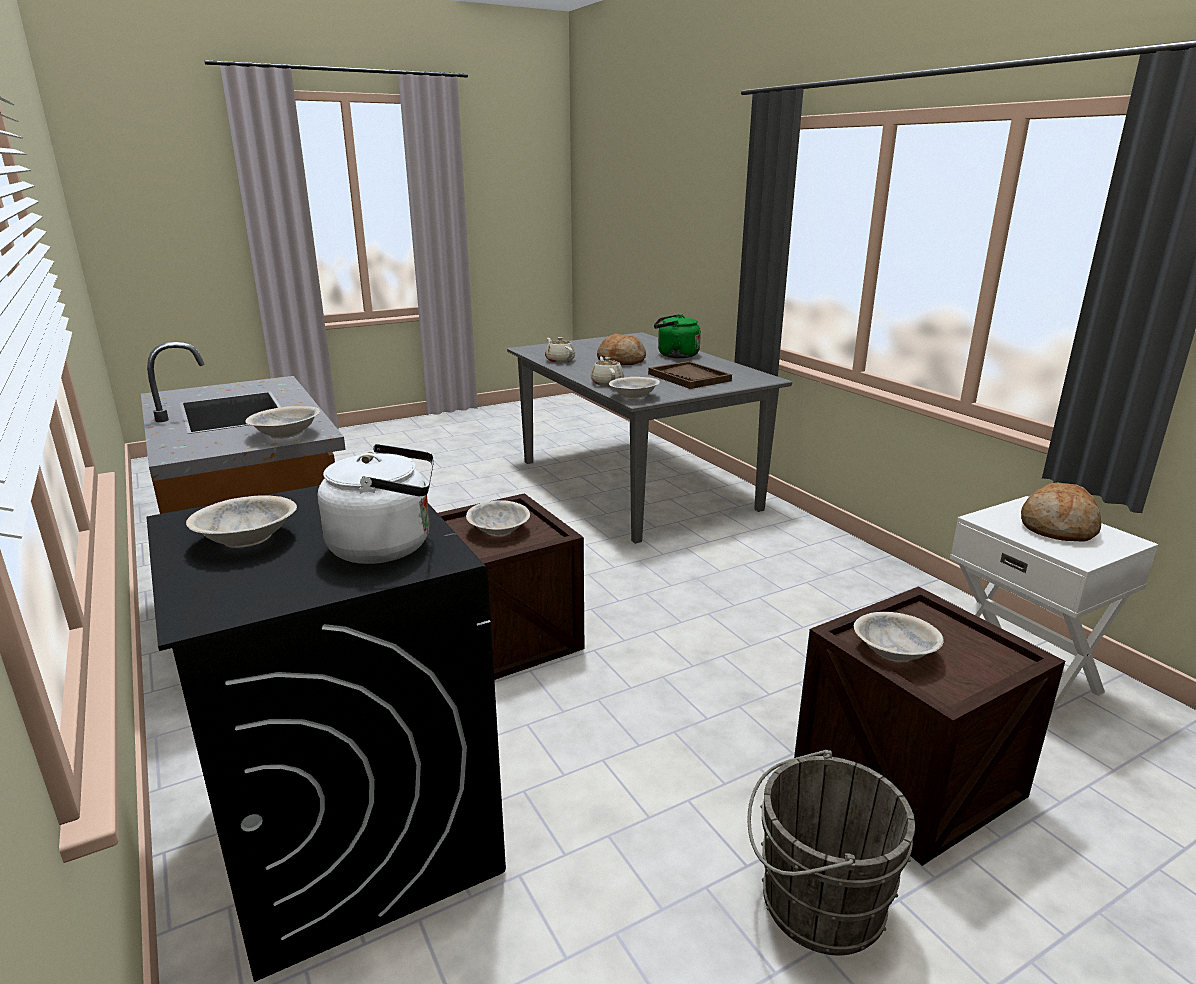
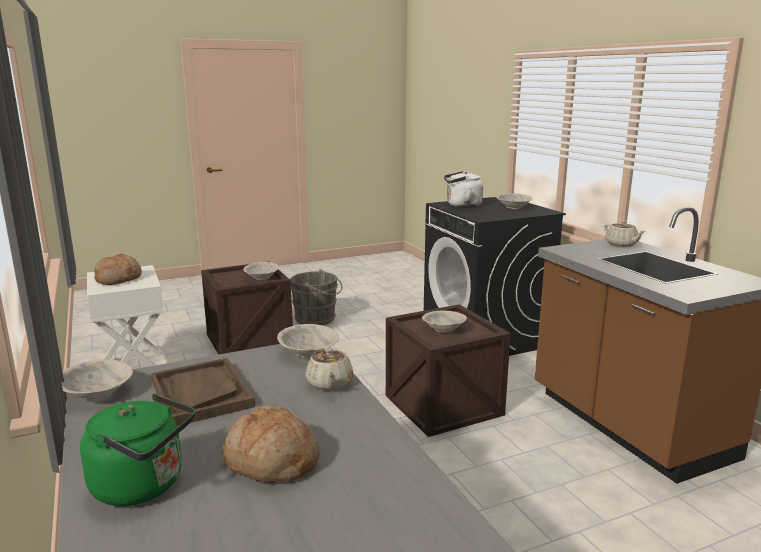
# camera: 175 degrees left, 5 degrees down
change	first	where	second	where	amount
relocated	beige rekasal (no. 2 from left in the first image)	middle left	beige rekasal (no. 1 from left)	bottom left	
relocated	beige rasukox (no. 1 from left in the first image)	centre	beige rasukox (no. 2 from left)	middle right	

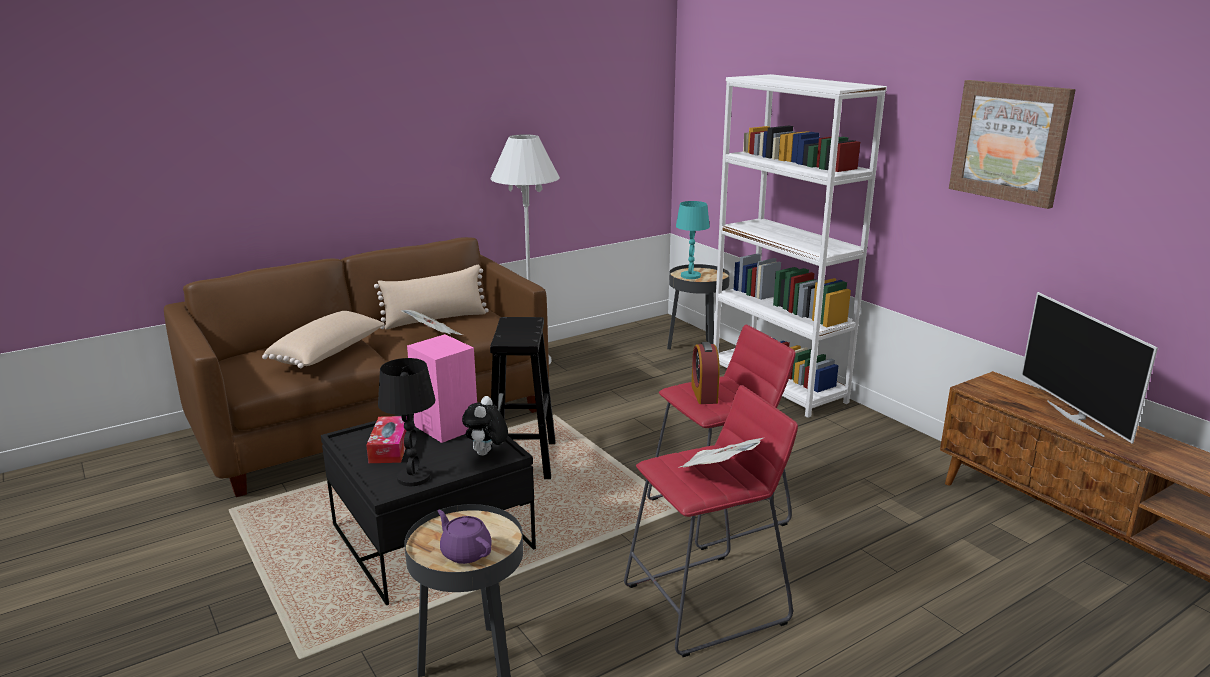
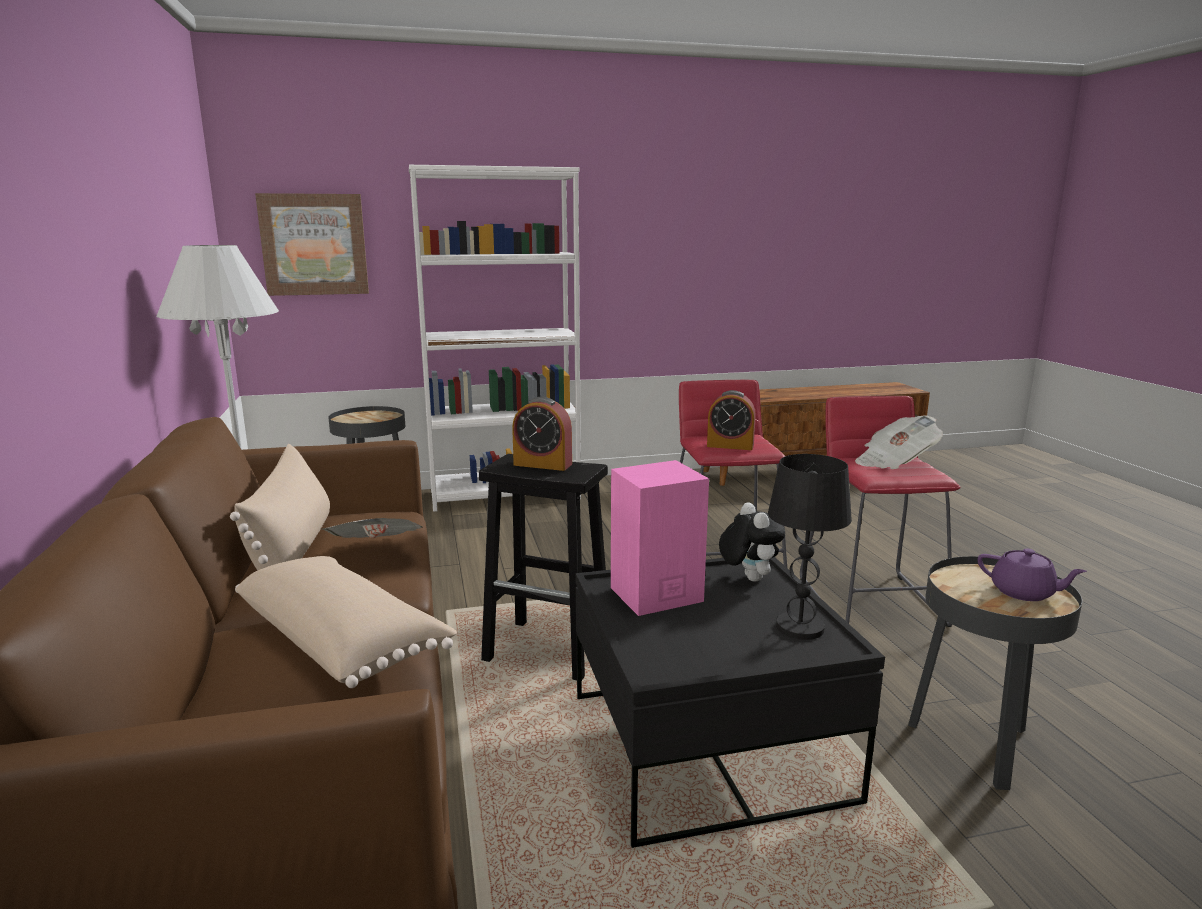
# camera: 70 degrees left, 5 degrees down
change	first	where	second	where	amount
relocated	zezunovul	top right		top left	
appeared			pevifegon (no. 1 from left)	centre	
spun	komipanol	centre		centre	135 degrees counterclockwise
spun	purple rasukox	bottom centre		middle right	120 degrees counterclockwise
missing	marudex	middle left			
missing	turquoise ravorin	centre			
missing	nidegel	middle right			

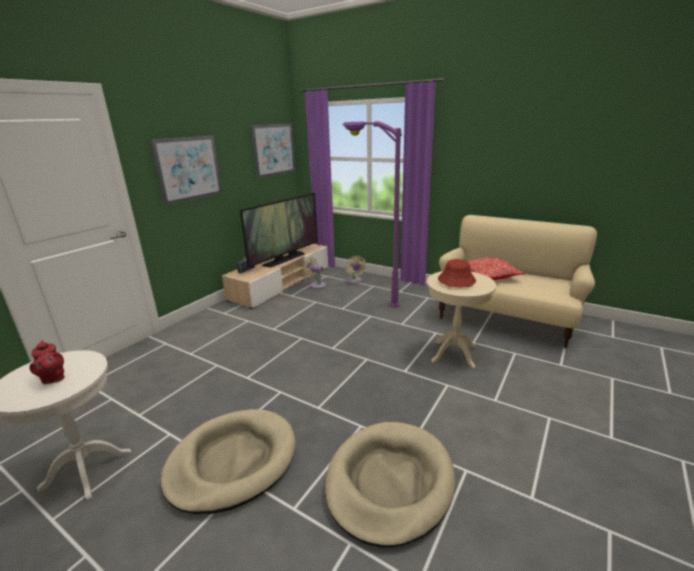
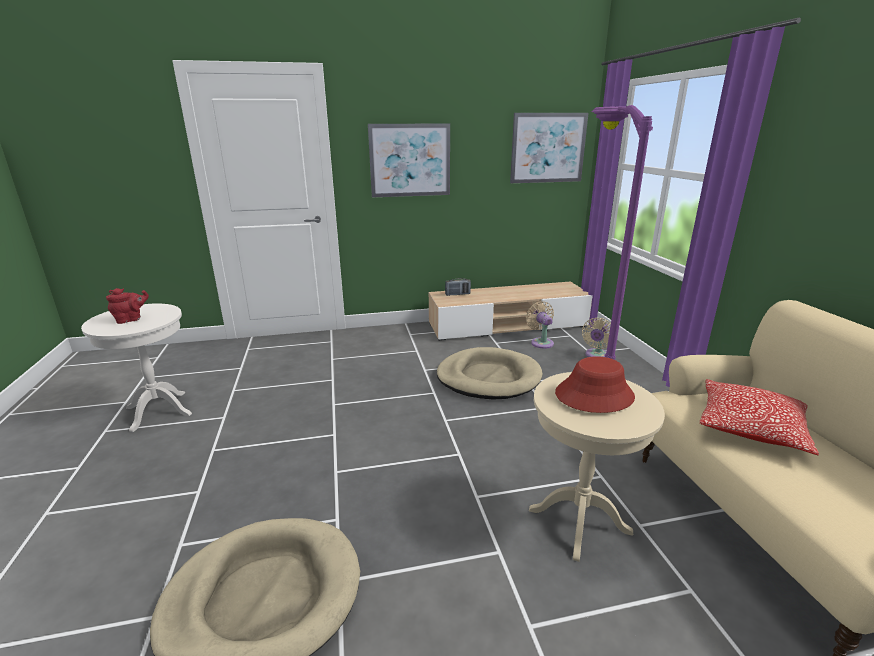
# camera: 45 degrees right, 0 degrees up
change	first	where	second	where	amount
spun	red rasukox	middle left		middle left	135 degrees counterclockwise
relocated	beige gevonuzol (no. 1 from left in the first image)	bottom left	beige gevonuzol (no. 2 from left)	centre	
missing	nidegel	centre			

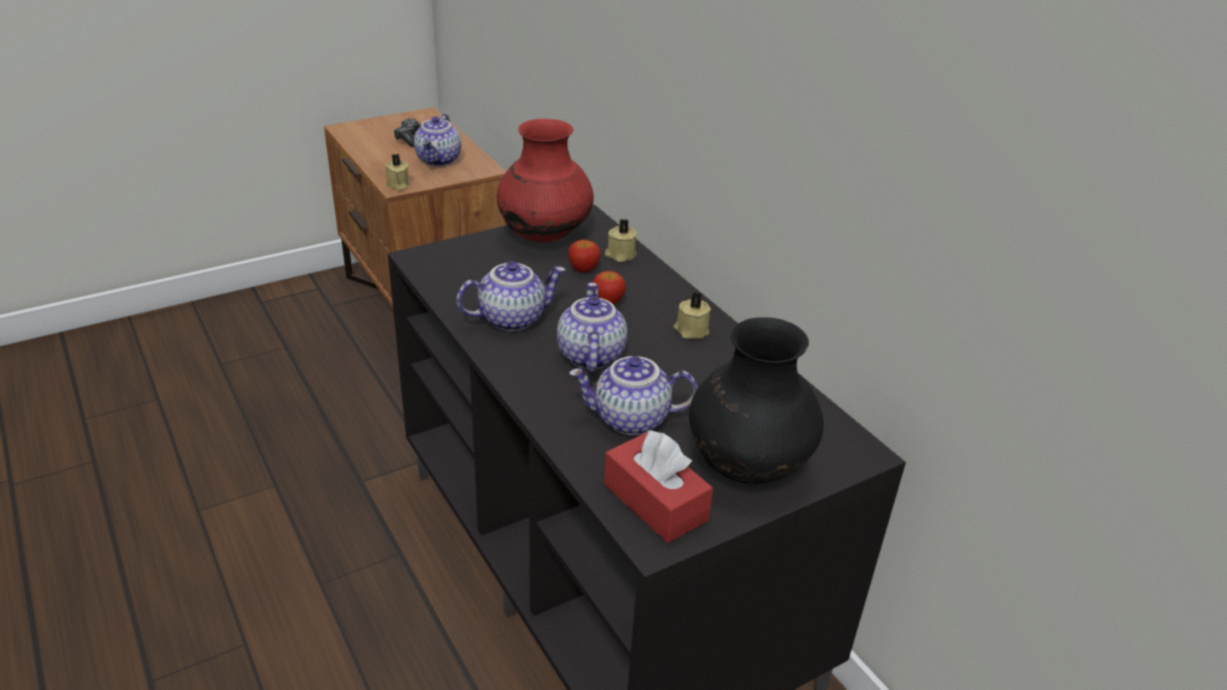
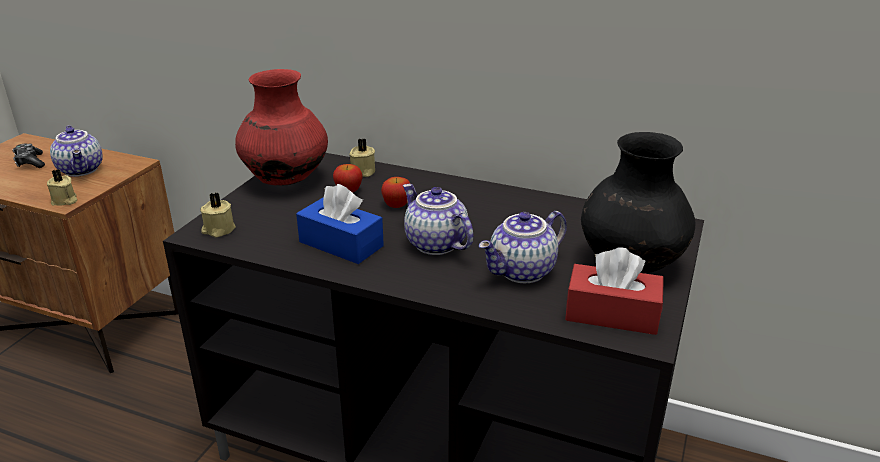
# camera: 35 degrees left, 5 degrees down
change	first	where	second	where	amount
relocated	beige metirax (no. 3 from left in the first image)	centre	beige metirax (no. 2 from left)	middle left	
exchanged	rasukox (no. 2 from left)	centre	blue marudex	centre	

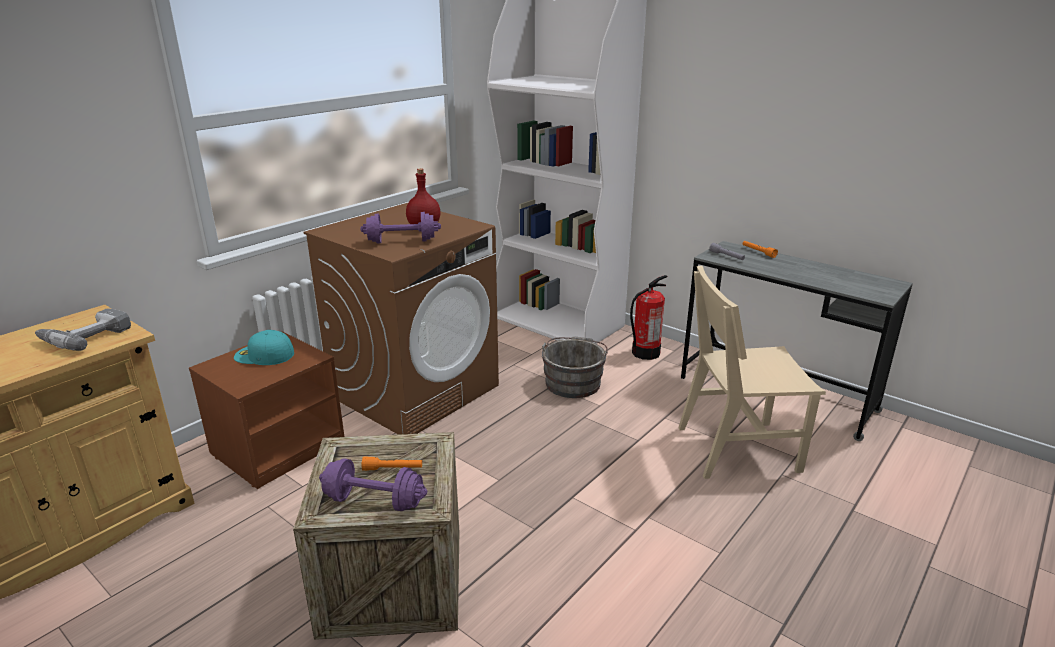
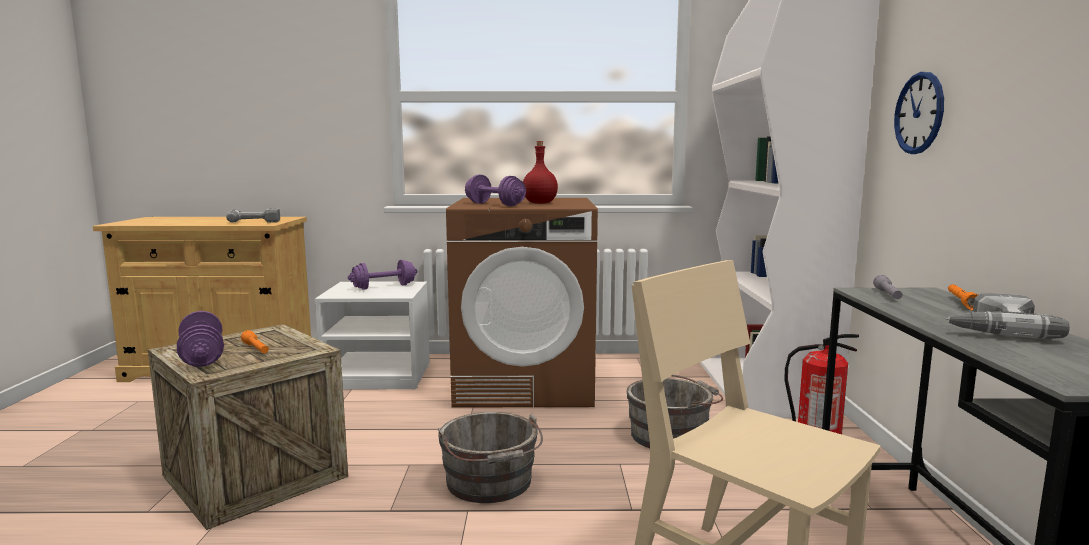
# camera: 50 degrees right, 15 degrees down
change	first	where	second	where	amount
colour	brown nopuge	middle left	white nopuge	centre	
exchanged	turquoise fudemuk	middle left	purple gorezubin (no. 2 from left)	centre	
appeared			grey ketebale (no. 1 from left)	bottom centre	
appeared			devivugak	top right	
appeared			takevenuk (no. 2 from left)	middle right	

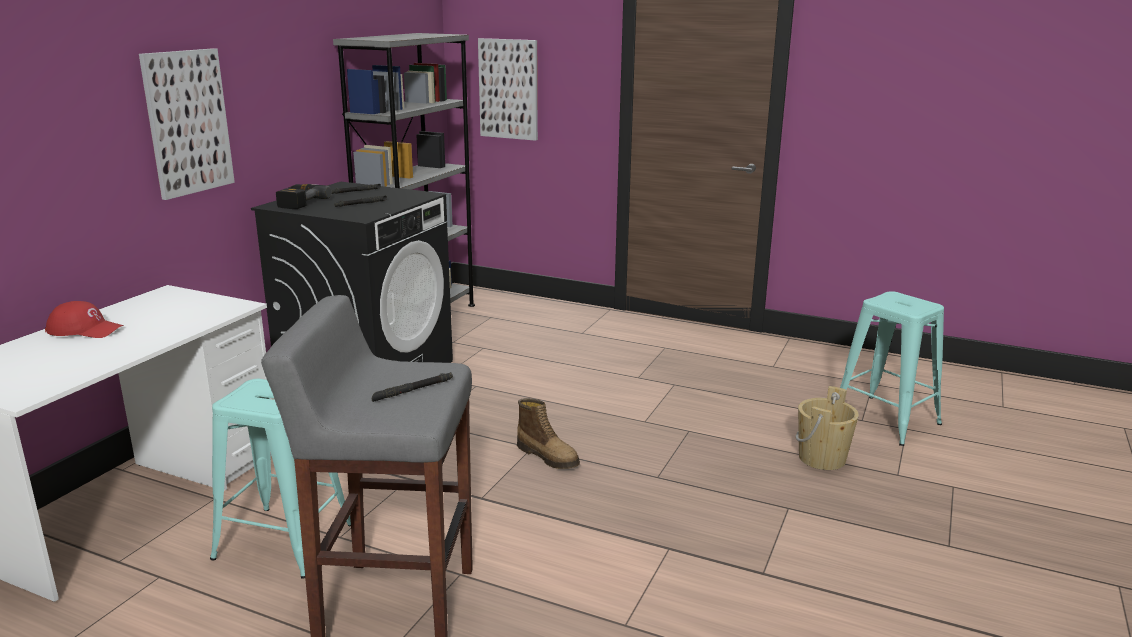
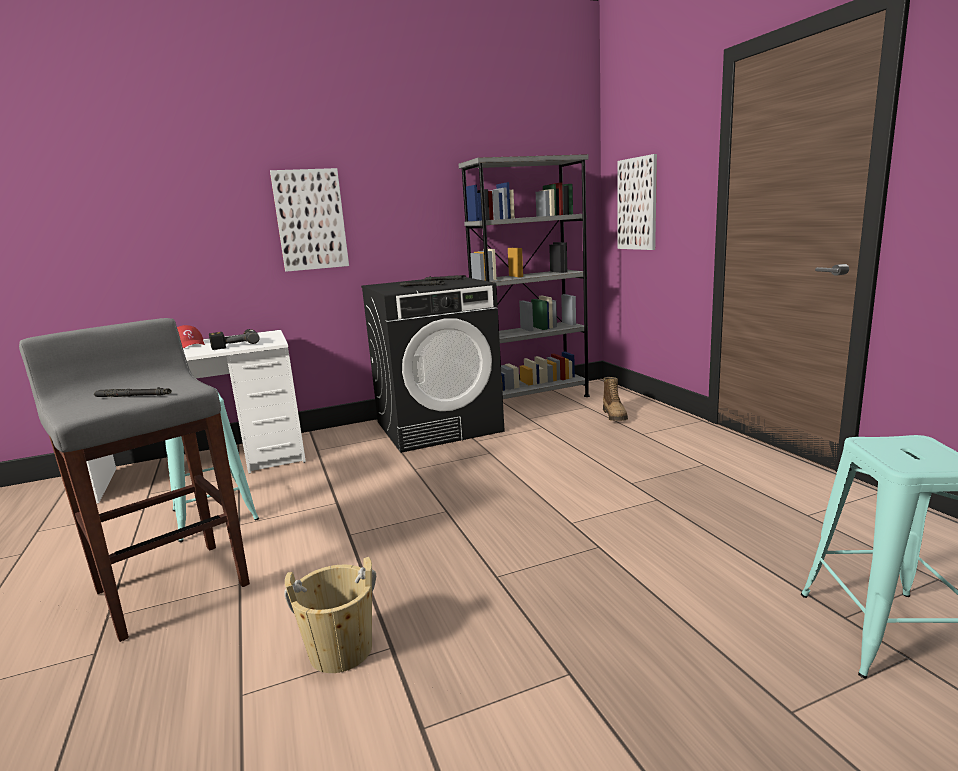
# camera: 45 degrees right, 5 degrees down
change	first	where	second	where	amount
relocated	takevenuk	top left		middle left	
relocated	beige ketebale	bottom right		bottom centre	
relocated	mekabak	bottom centre		centre	

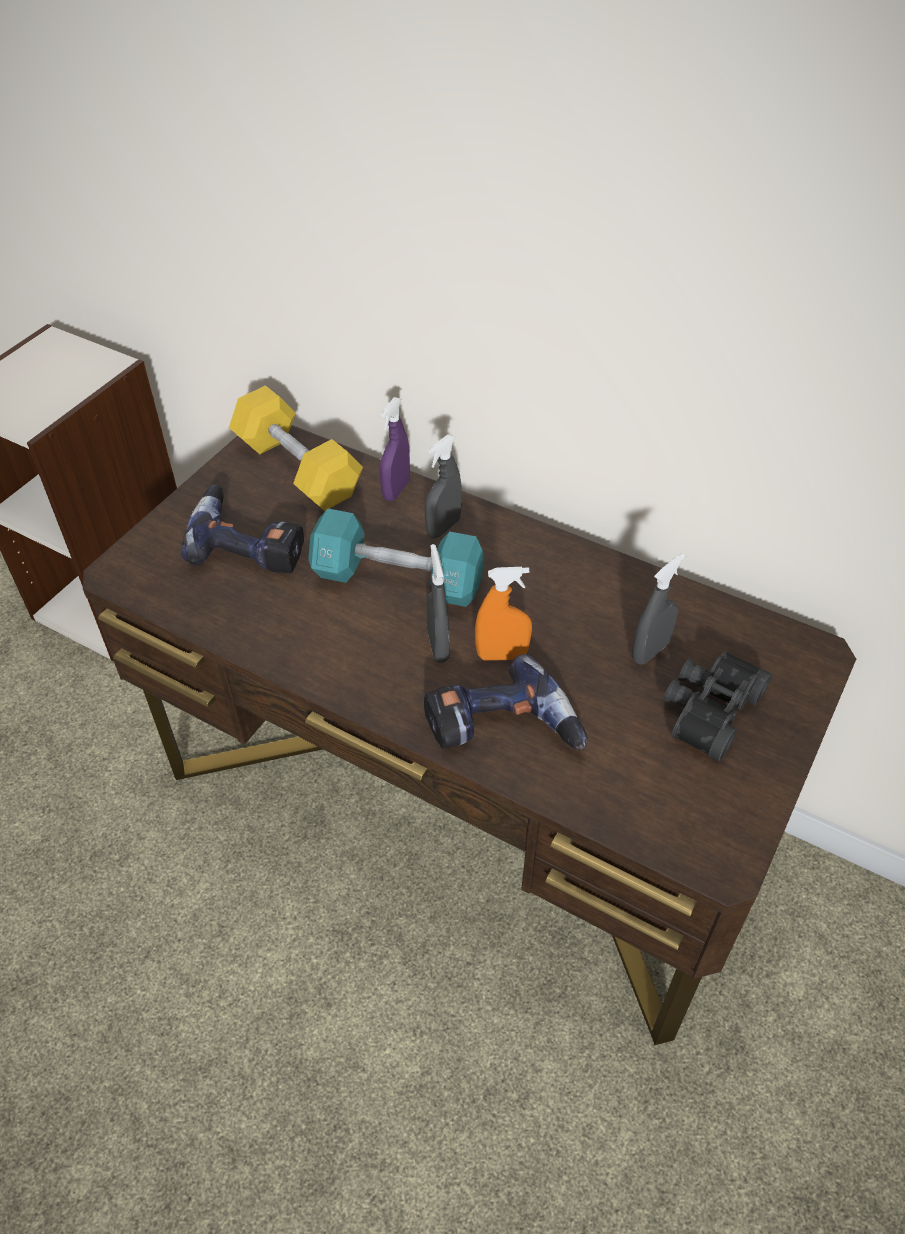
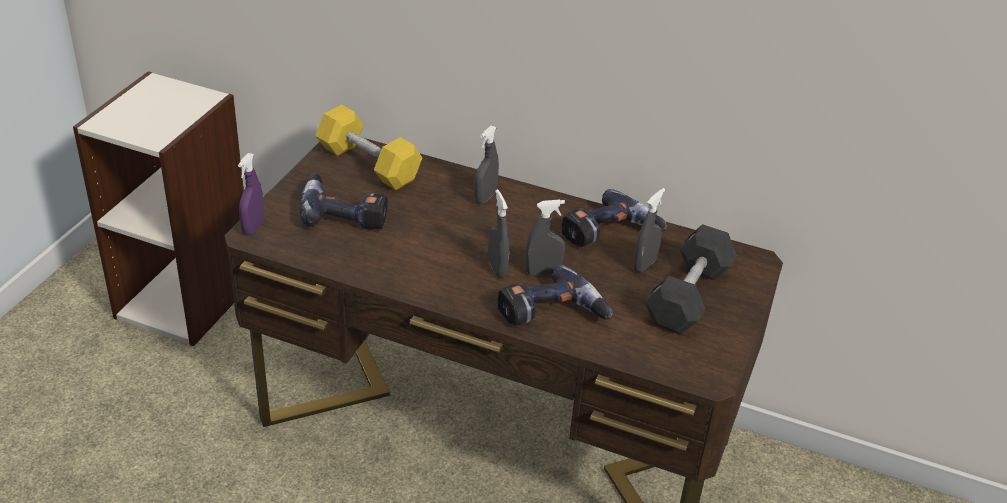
# camera: 10 degrees left, 10 degrees down
change	first	where	second	where	amount
relocated	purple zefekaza	centre		middle left	
colour	orange zefekaza	centre	grey zefekaza (no. 3 from left)	centre	
appeared			takevenuk (no. 3 from left)	centre	
exchanged	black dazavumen	middle right	black gorezubin	middle right	
missing	turquoise gorezubin	centre			

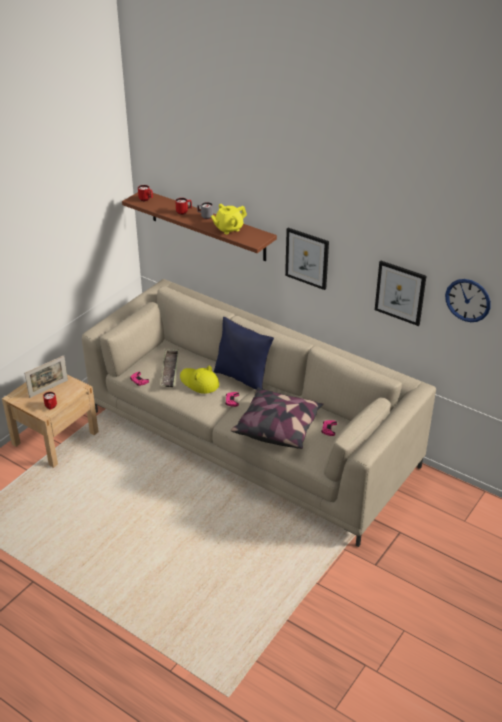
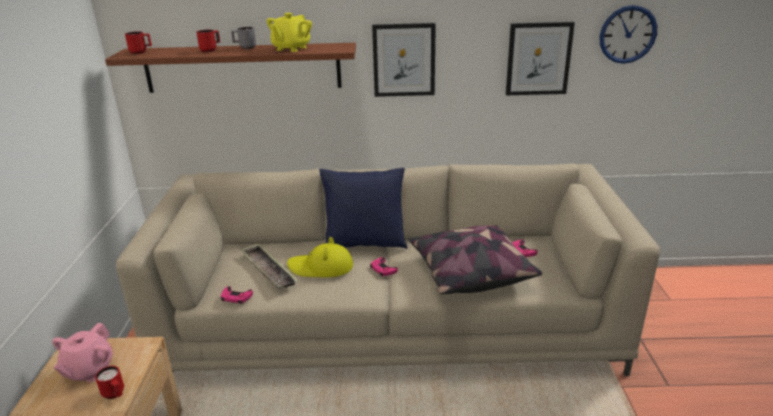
# camera: 35 degrees left, 10 degrees down
change	first	where	second	where	amount
exchanged	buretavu	middle left	pink rasukox	bottom left	

